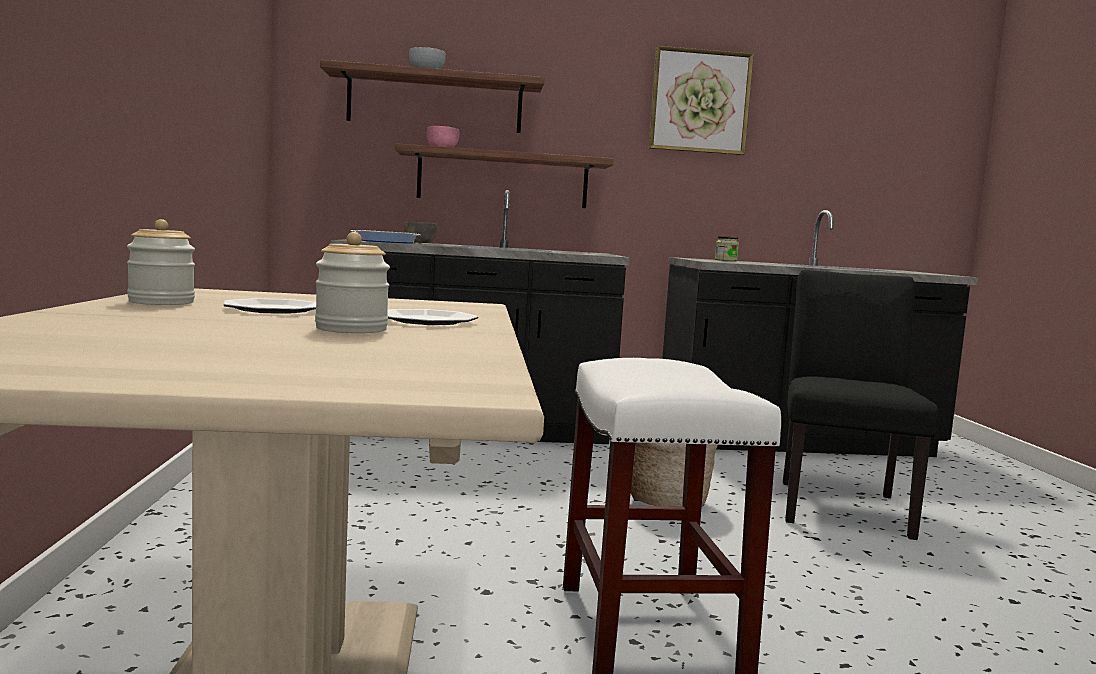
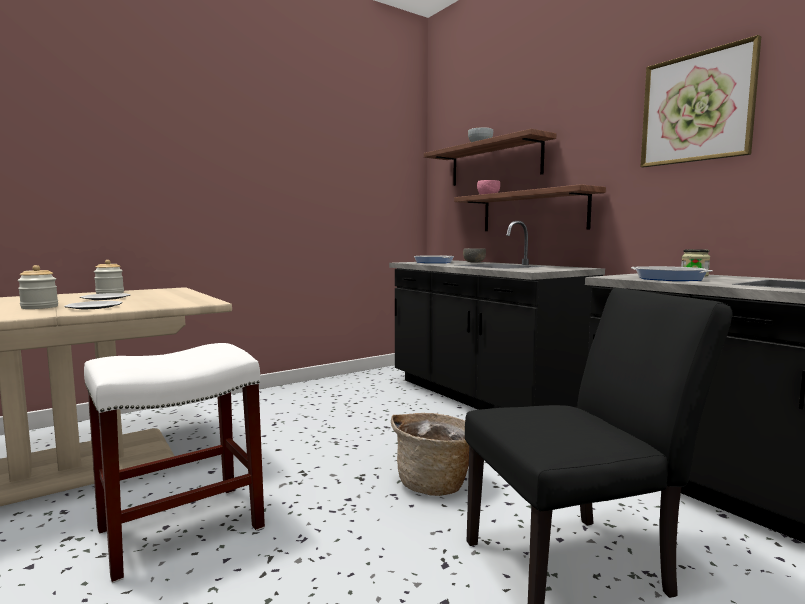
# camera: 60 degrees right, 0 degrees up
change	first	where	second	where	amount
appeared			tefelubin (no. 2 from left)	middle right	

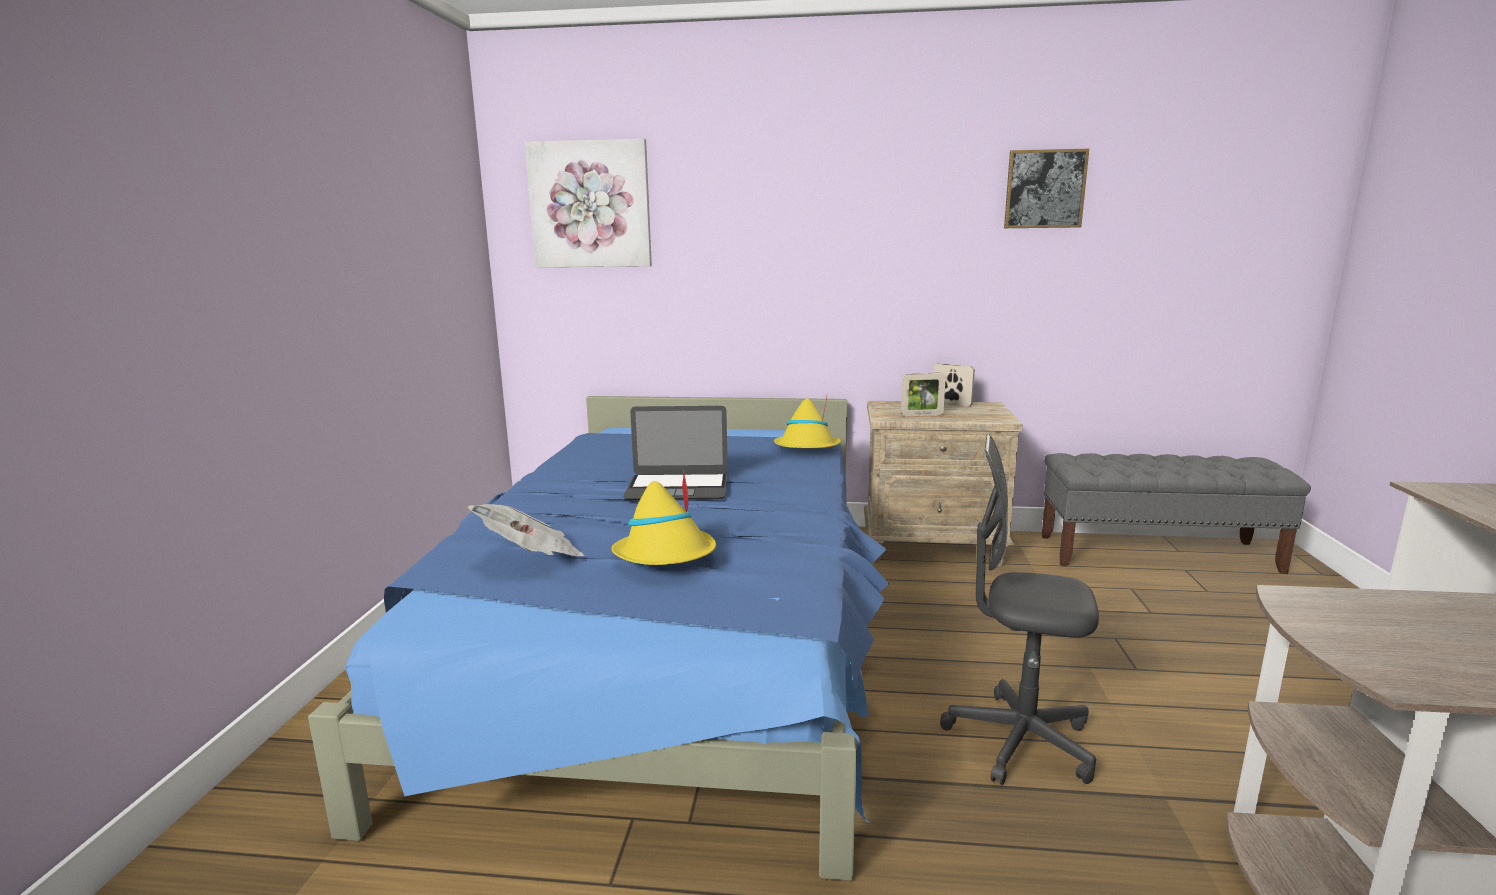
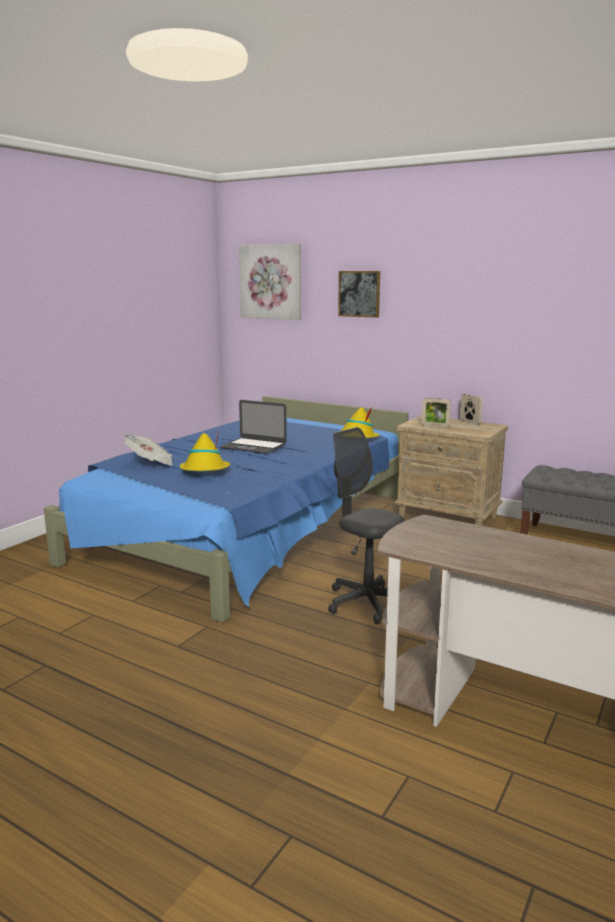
# camera: 25 degrees right, 0 degrees up
change	first	where	second	where	amount
relocated	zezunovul (no. 2 from left)	top right		top centre	

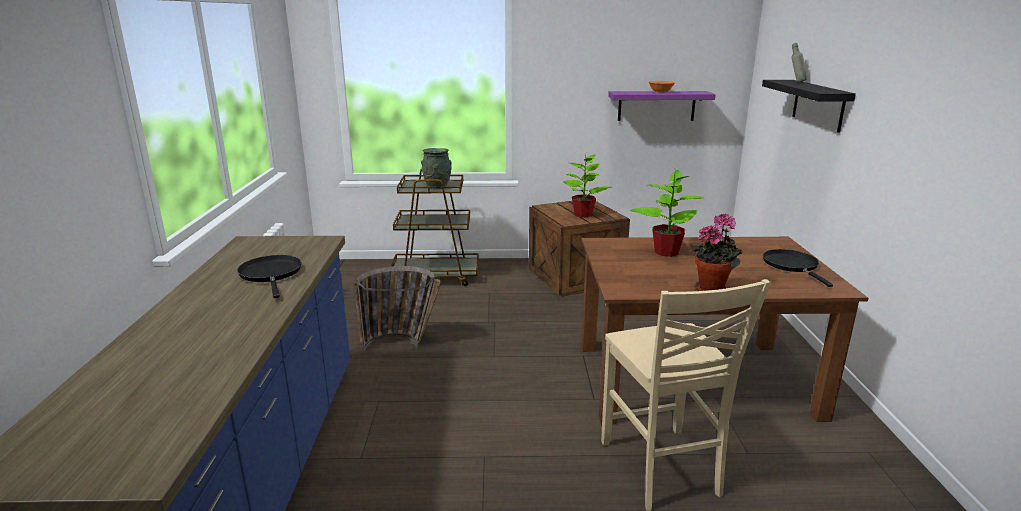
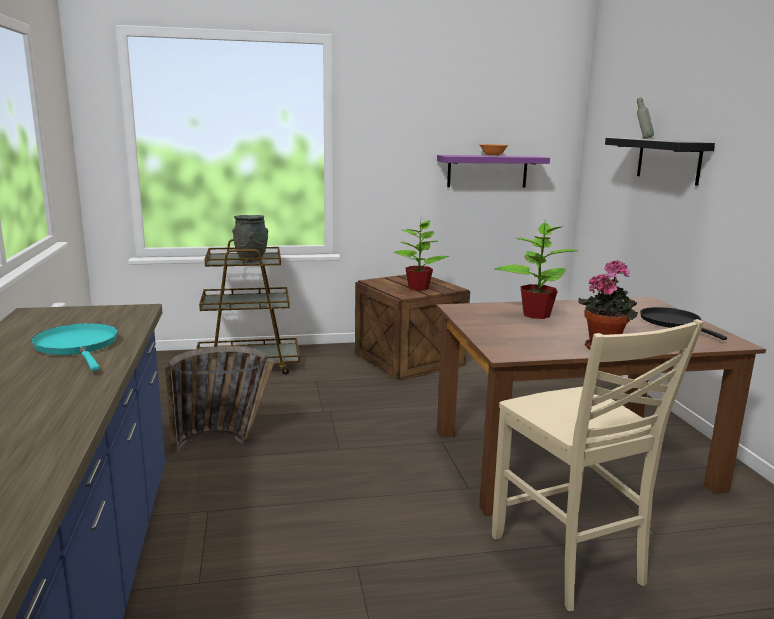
# camera: 10 degrees left, 5 degrees down
change	first	where	second	where	amount
colour	black tefelubin (no. 1 from left)	middle left	turquoise tefelubin	middle left	

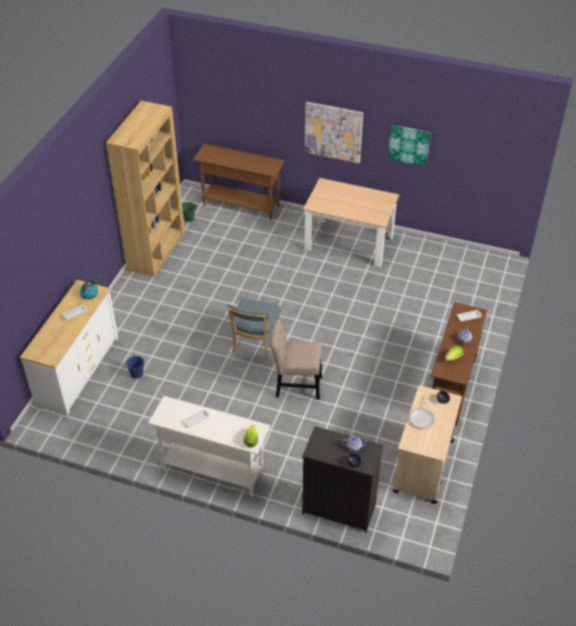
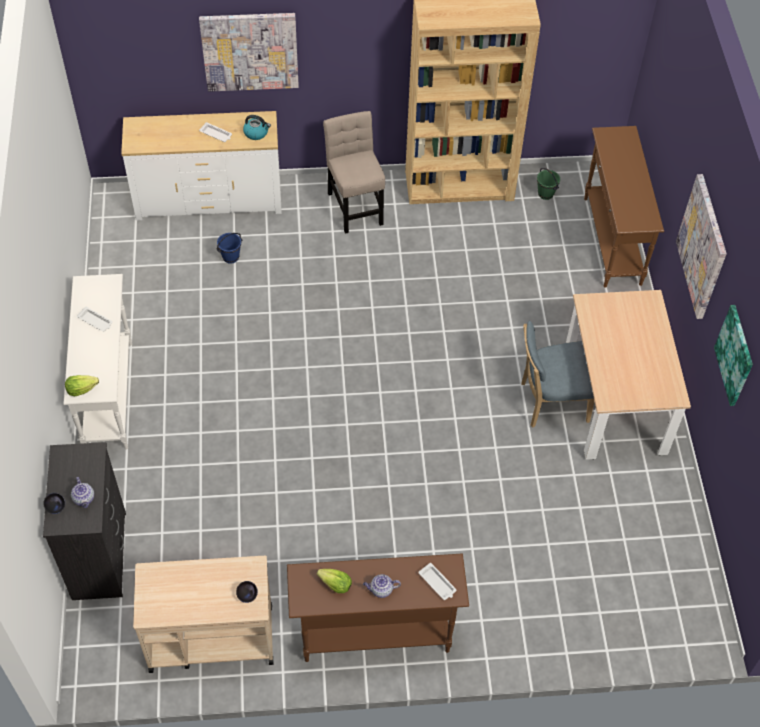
# camera: 65 degrees right, 10 degrees up
change	first	where	second	where	amount
appeared			zezunovul (no. 1 from left)	top left	
relocated	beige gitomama	centre		top centre	
relocated	blue gitomama	centre		middle right	
missing	tefelubin	middle right			

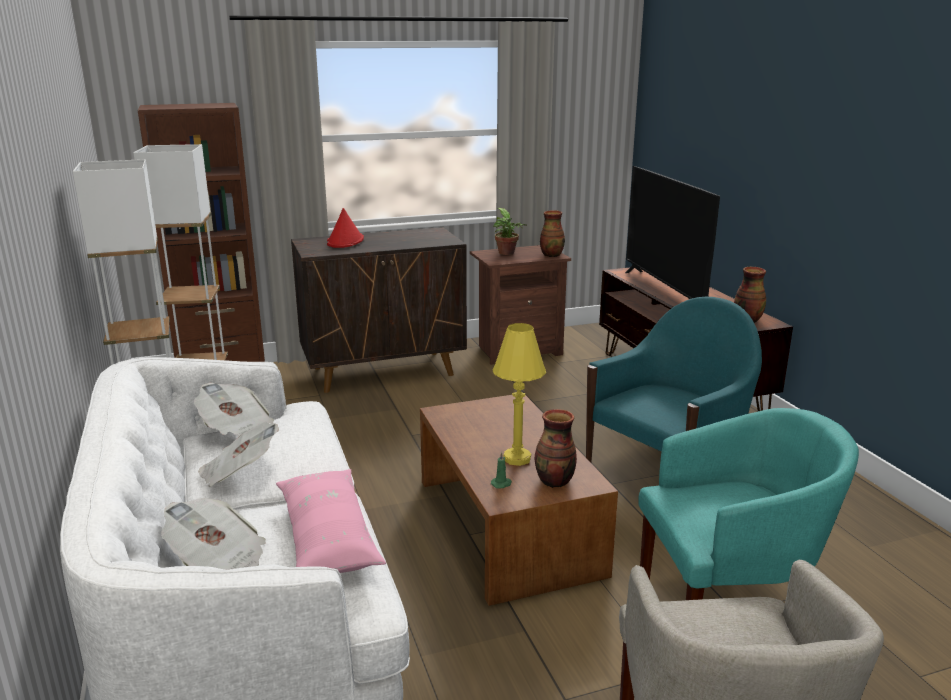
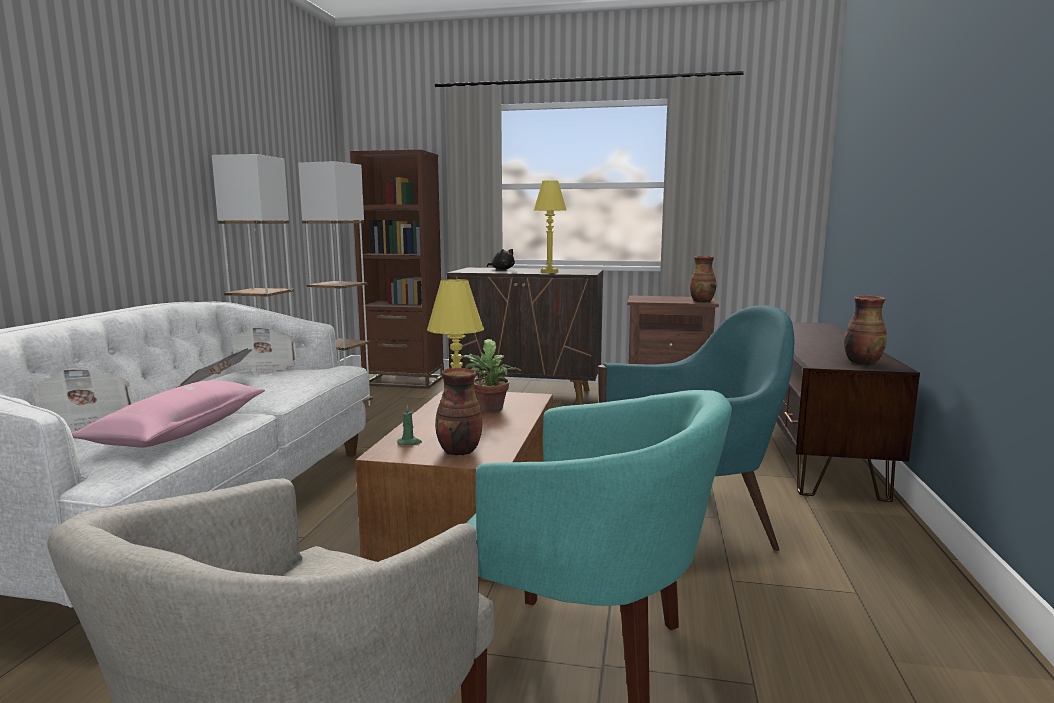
# camera: 30 degrees right, 10 degrees down
change	first	where	second	where	amount
relocated	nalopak	top centre		centre	
exchanged	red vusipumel	top centre	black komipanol	centre	
appeared			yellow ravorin (no. 2 from left)	top centre	
missing	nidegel	top right			

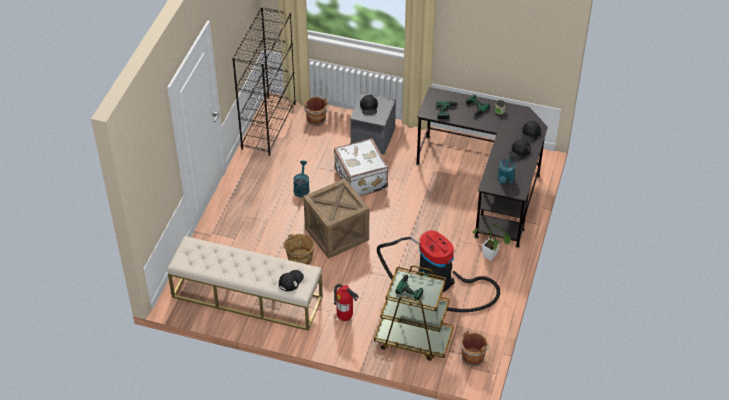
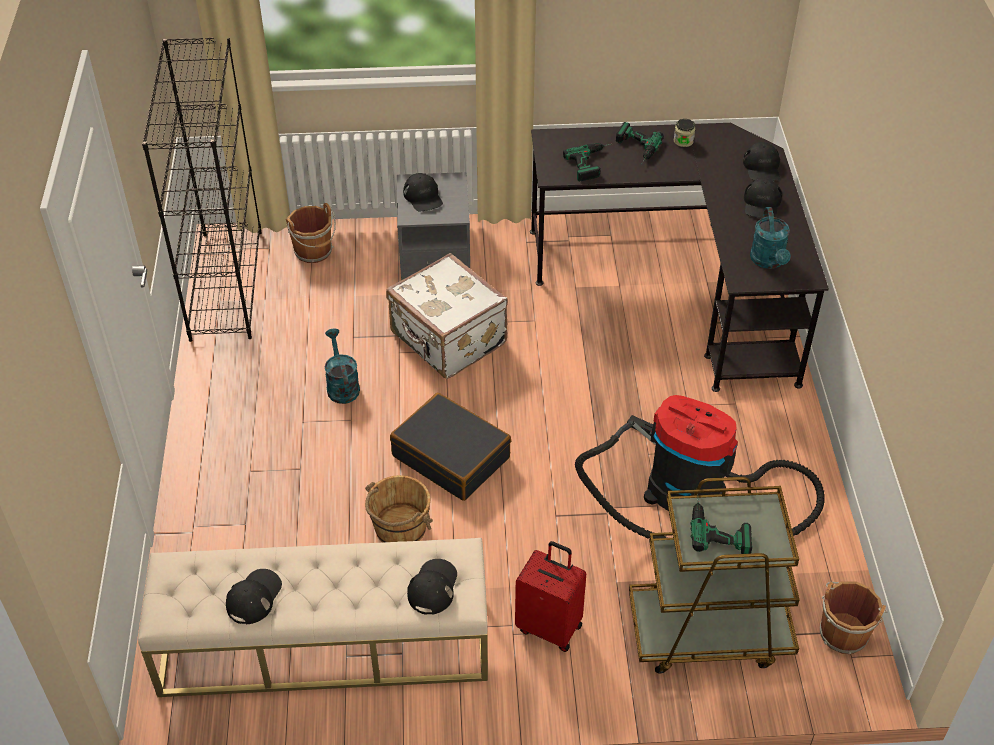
# camera: 20 degrees left, 0 degrees up
change	first	where	second	where	amount
appeared			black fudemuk (no. 1 from left)	bottom left	
exchanged	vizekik	centre	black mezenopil	centre	
exchanged	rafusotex	bottom centre	red mezenopil	bottom centre	
missing	nalopak	middle right			

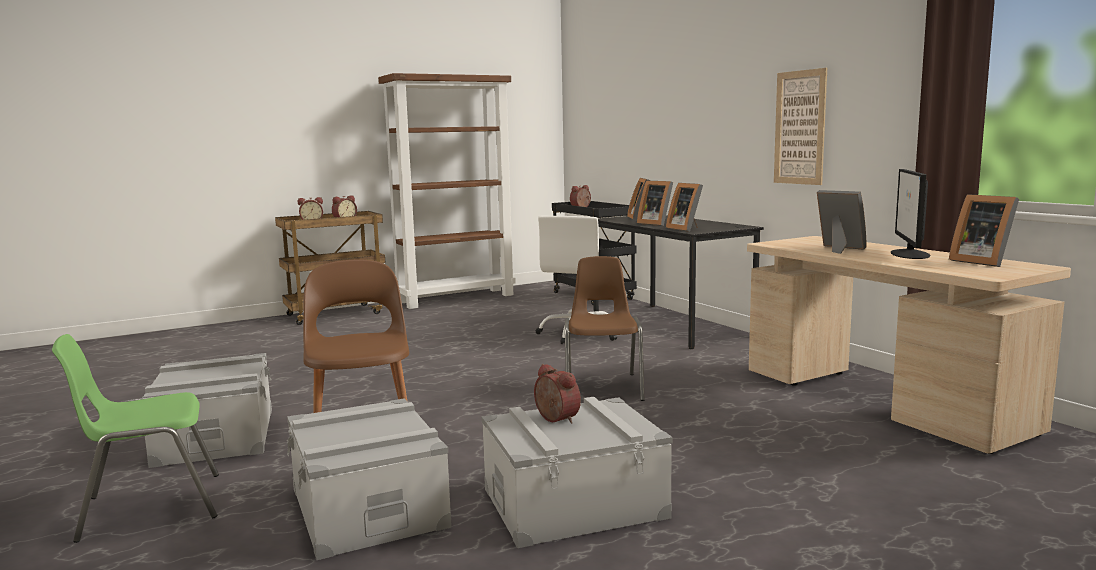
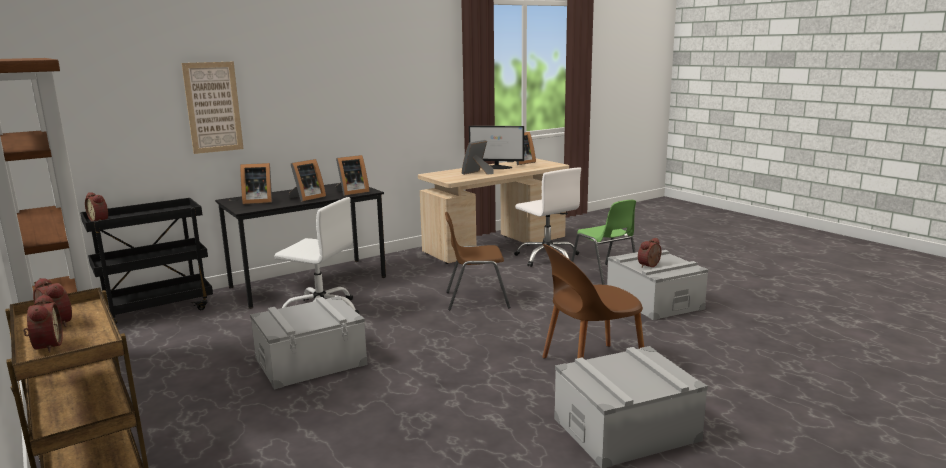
# camera: 95 degrees left, 5 degrees up
change	first	where	second	where	amount
relocated	zezunovul	top right		top left	
relocated	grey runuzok (no. 2 from left in the first image)	bottom centre	grey runuzok (no. 1 from left)	bottom left	
appeared			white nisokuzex (no. 2 from left)	centre	
relocated	green gitomama	bottom left		centre	

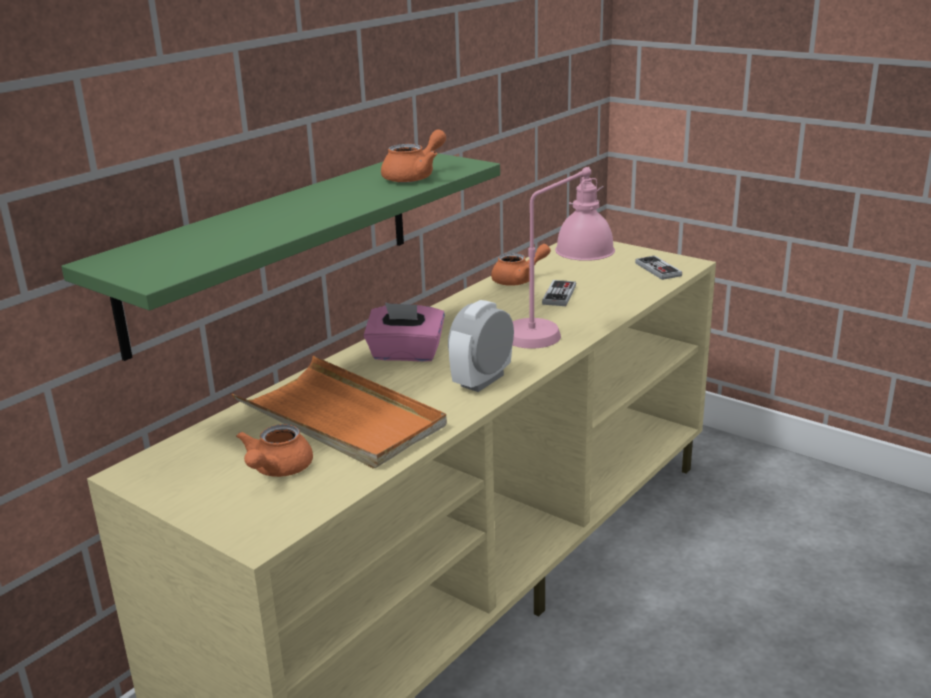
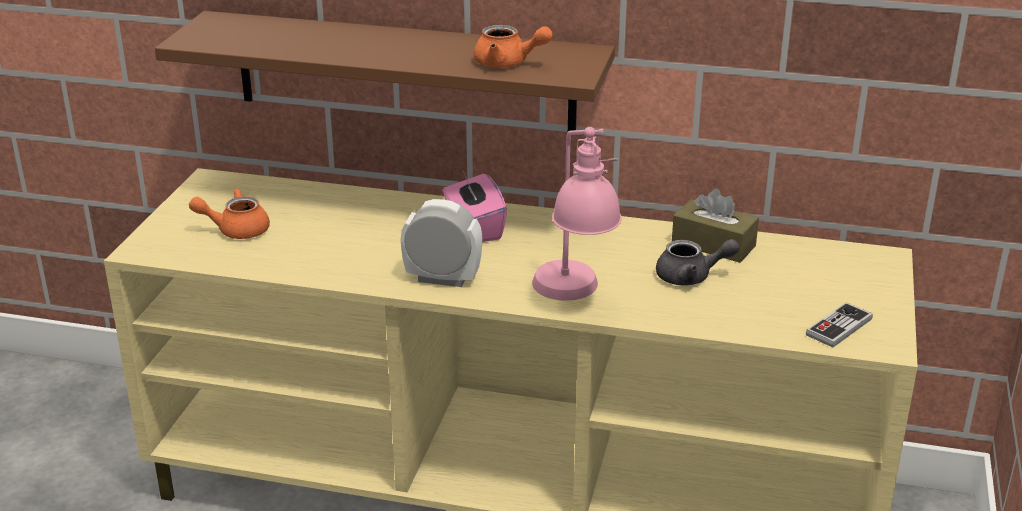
# camera: 65 degrees right, 5 degrees up
change	first	where	second	where	amount
colour	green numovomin	middle left	brown numovomin	top centre	
exchanged	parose (no. 1 from left)	centre	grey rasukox	middle right	
exchanged	orange rasukox (no. 3 from left)	centre	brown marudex	middle right	
missing	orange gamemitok	centre			

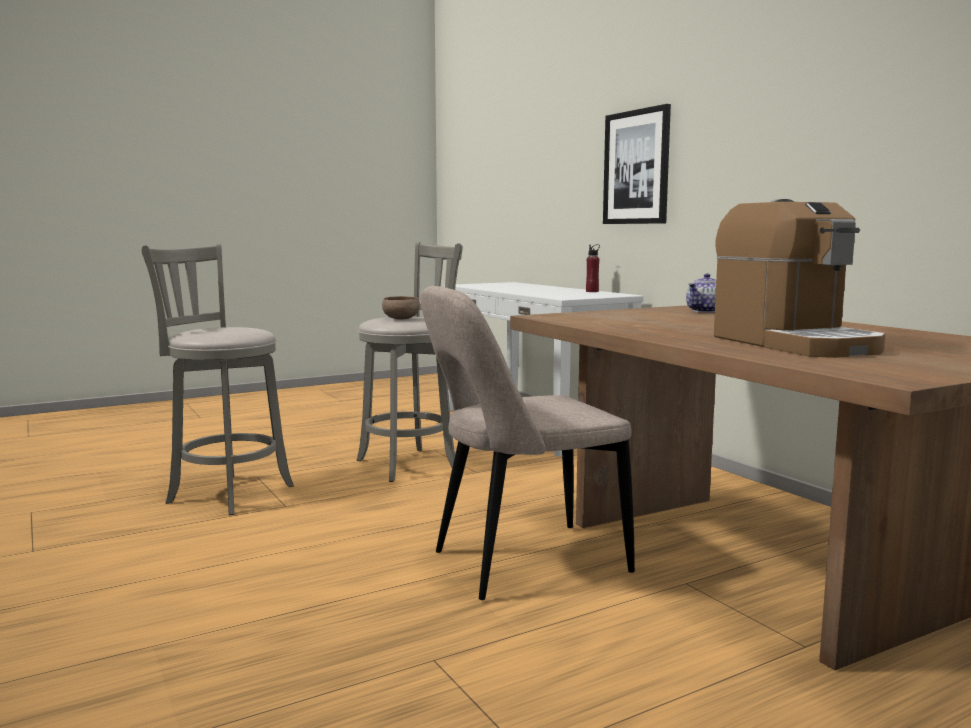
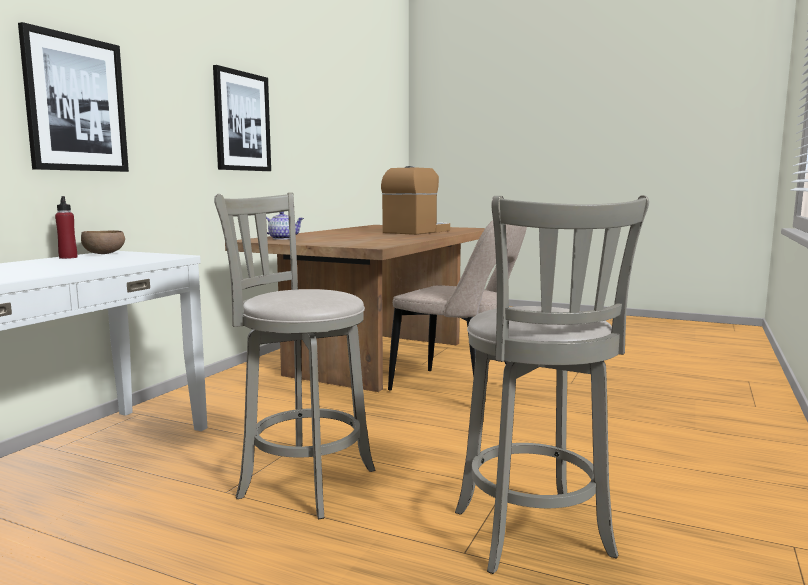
# camera: 125 degrees left, 0 degrees up
change	first	where	second	where	amount
relocated	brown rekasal	centre		middle left	
appeared			zezunovul (no. 2 from left)	top left	

